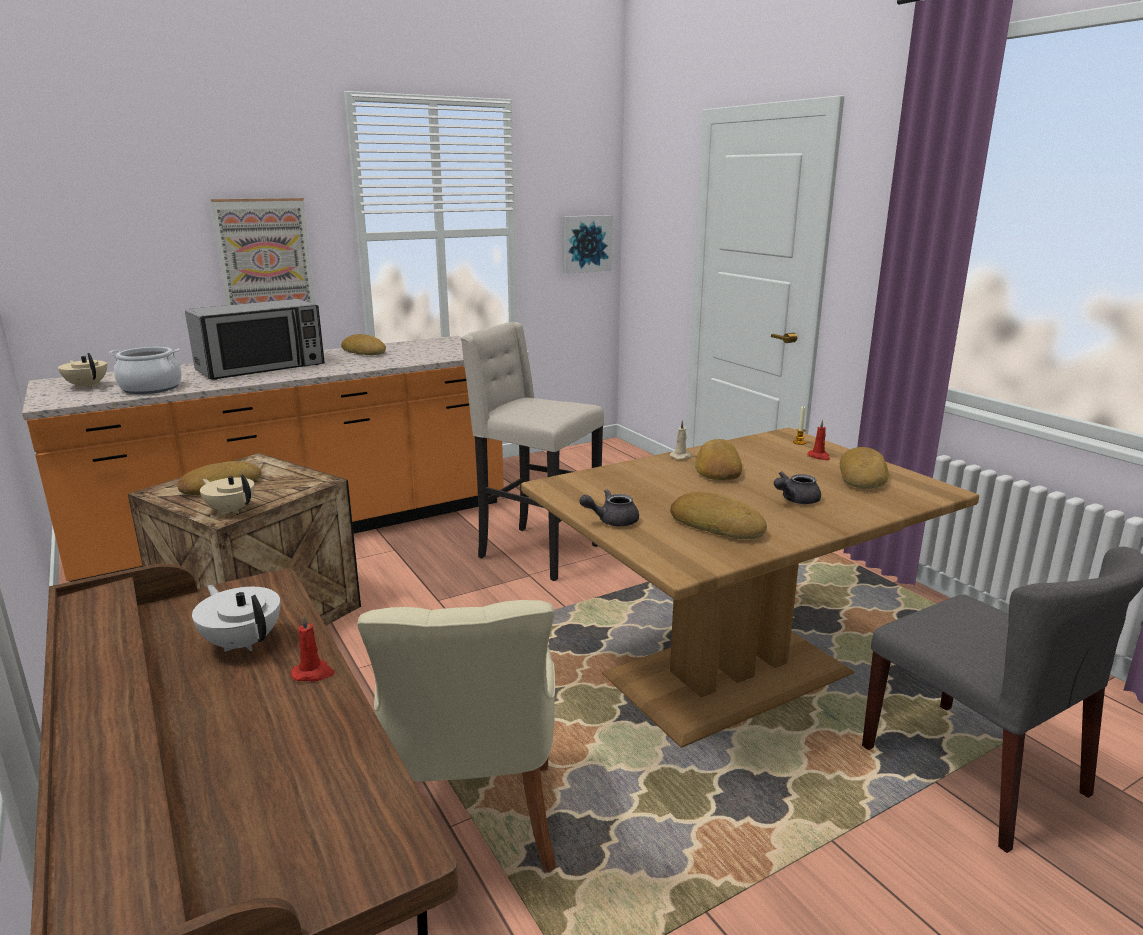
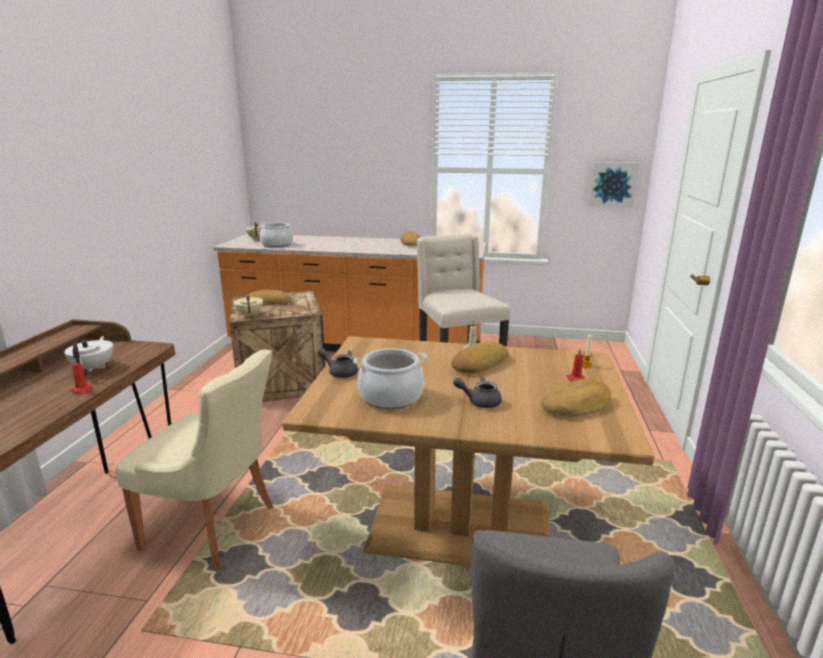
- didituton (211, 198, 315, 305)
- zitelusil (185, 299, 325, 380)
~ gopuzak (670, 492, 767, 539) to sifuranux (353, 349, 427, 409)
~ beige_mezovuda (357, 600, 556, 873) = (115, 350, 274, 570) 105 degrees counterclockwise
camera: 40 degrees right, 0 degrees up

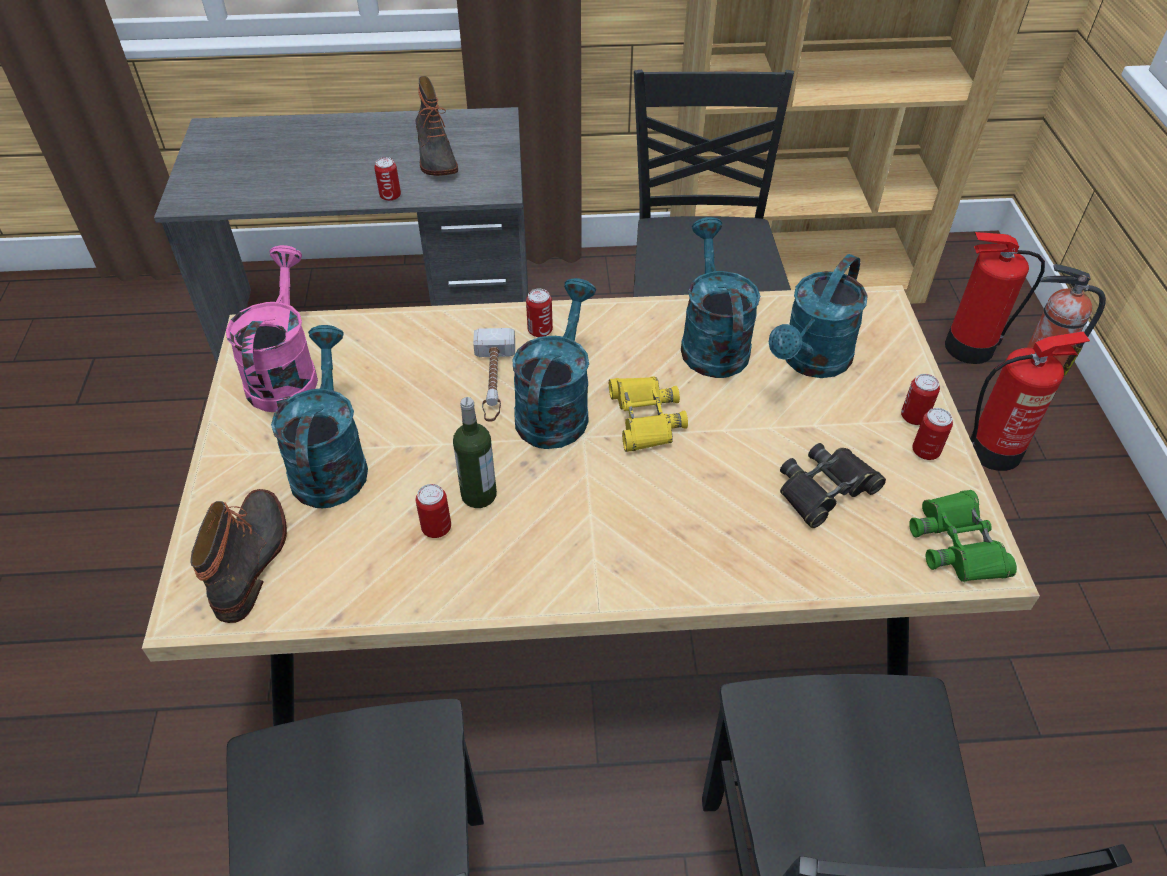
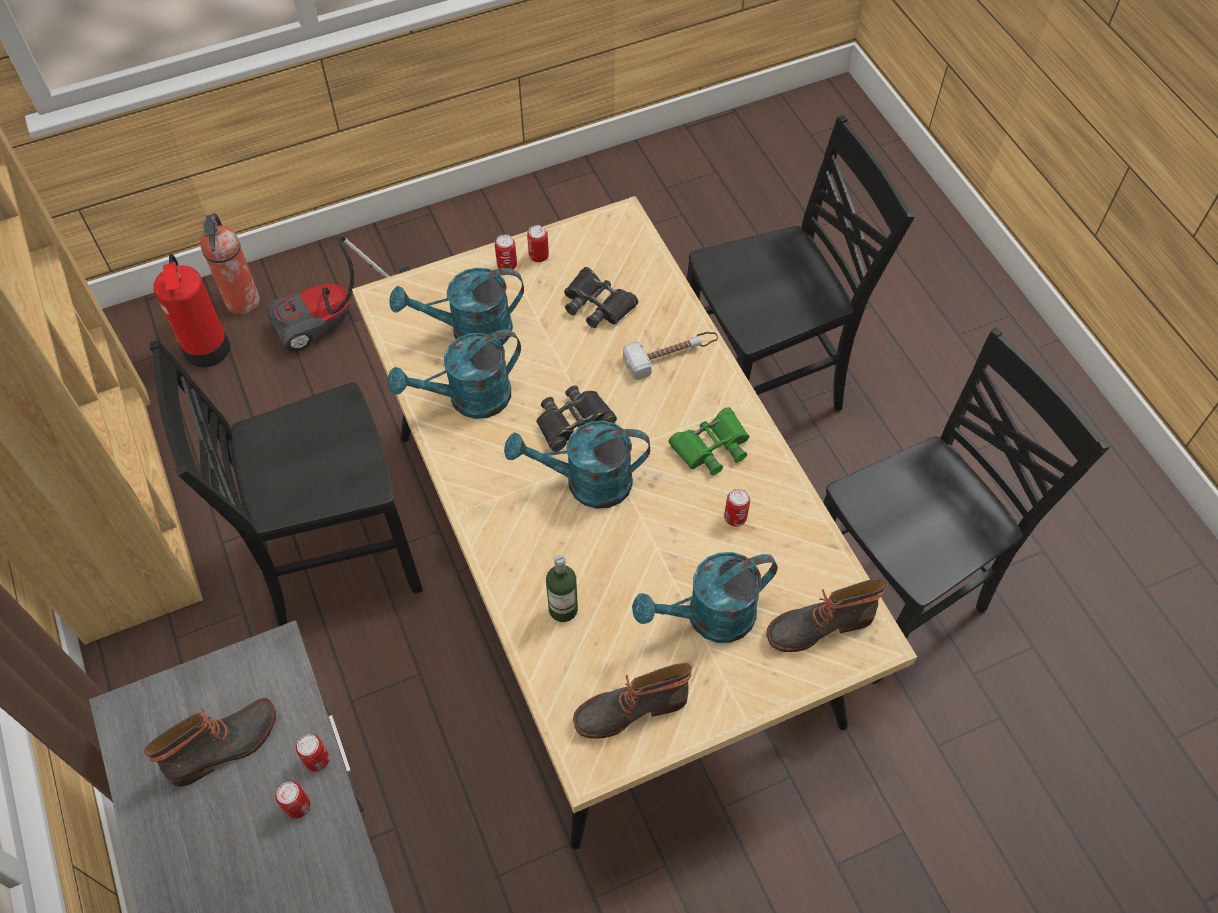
~ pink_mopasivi (226, 245, 318, 412) to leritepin (573, 663, 692, 739)
~ turquoise_mopasivi (769, 254, 868, 378) = (389, 268, 524, 345) 150 degrees clockwise
~ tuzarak (526, 289, 553, 337) to (276, 781, 310, 819)
~ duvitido (473, 328, 515, 422) to (623, 332, 718, 380)
~ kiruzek (970, 332, 1090, 471) to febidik (267, 234, 411, 352)
~ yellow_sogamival (609, 376, 688, 452) to black_sogamival (536, 385, 617, 452)
~ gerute (453, 397, 497, 508) to (546, 555, 578, 622)
~ green_sogamival (909, 490, 1017, 582) to (668, 407, 749, 475)
camera: 110 degrees left, 10 degrees up

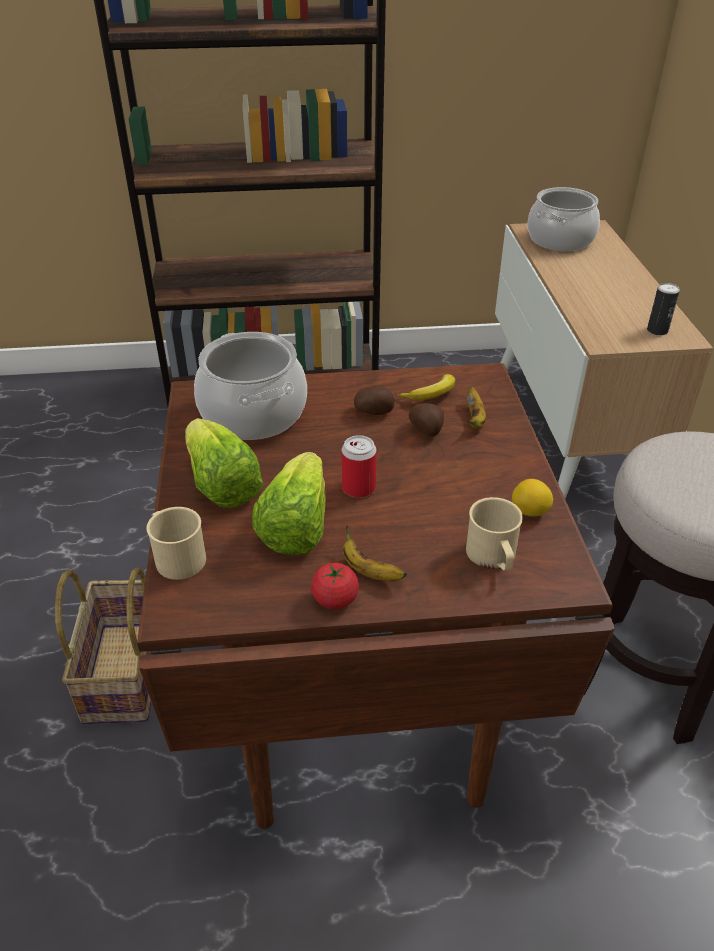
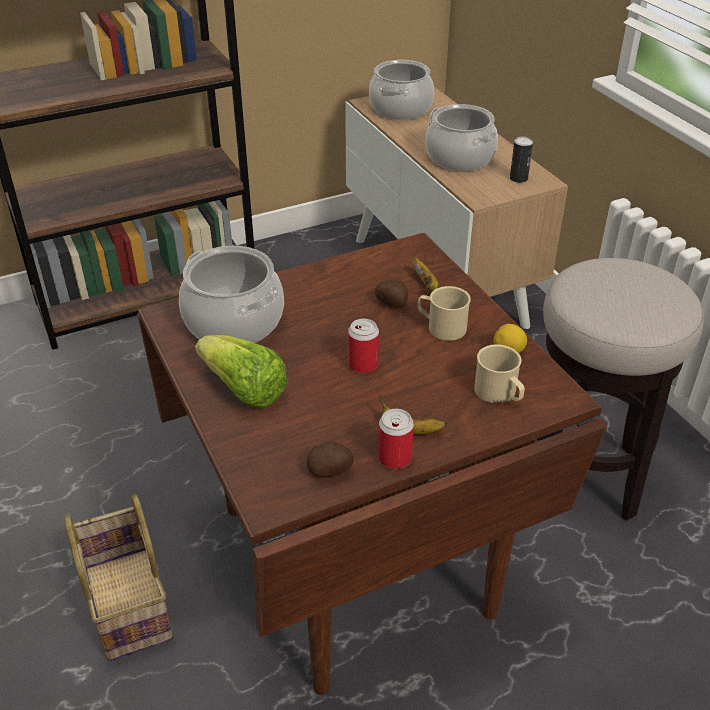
- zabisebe (397, 374, 455, 400)
~ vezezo (354, 385, 395, 415) to (307, 441, 354, 477)
- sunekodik (252, 452, 326, 555)
~ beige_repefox (146, 507, 206, 580) to (418, 286, 471, 341)
~ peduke (311, 563, 359, 609) to tuzarak (378, 409, 414, 469)
+ sifuranux (425, 104, 498, 171)
camera: 20 degrees left, 0 degrees up

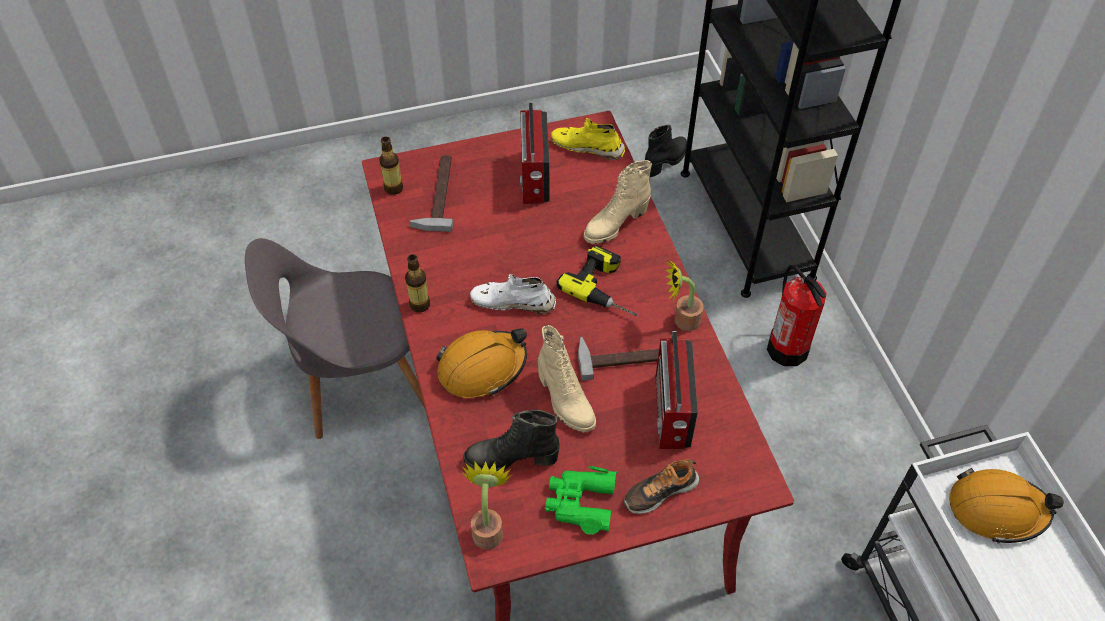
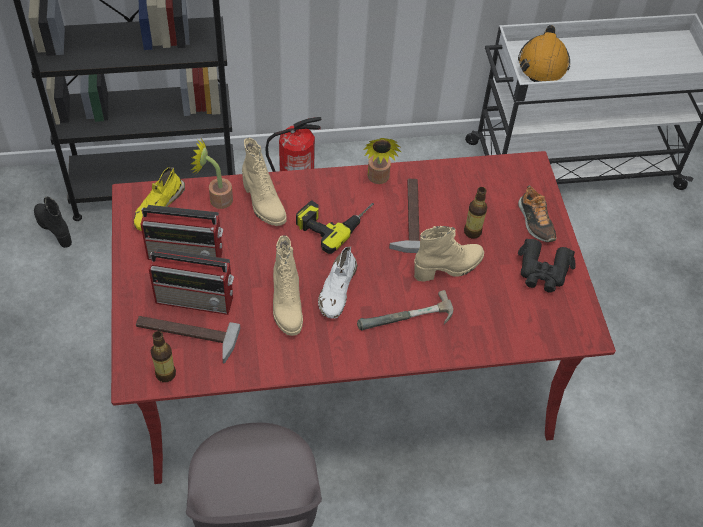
~ gerute (405, 254, 430, 312) to (464, 187, 487, 239)
~ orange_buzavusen (436, 328, 527, 398) to duvitido (357, 290, 453, 331)
~ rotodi (655, 331, 698, 449) to (149, 248, 234, 315)
- black_leritepin (464, 410, 560, 471)
~ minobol (460, 460, 513, 550) to (191, 137, 233, 209)
~ green_sogamival (545, 466, 617, 535) to black_sogamival (518, 239, 576, 293)
+ beige_leritepin (273, 235, 303, 336)
camera: 85 degrees left, 0 degrees up

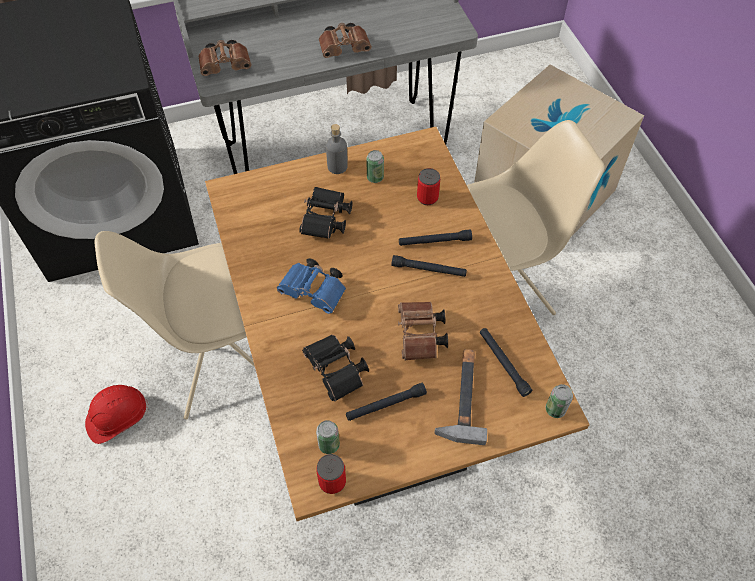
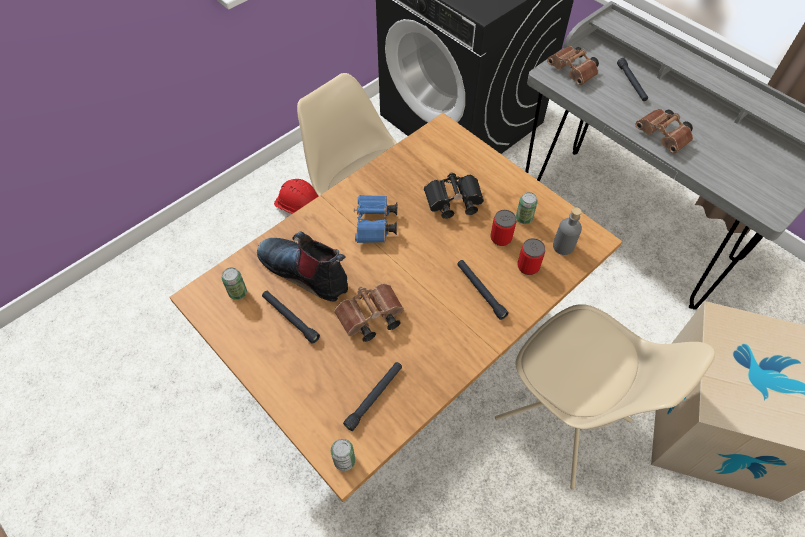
~ grey_gerute (326, 124, 348, 174) to (553, 207, 582, 255)
~ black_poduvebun (391, 255, 467, 277) to (617, 58, 648, 101)
~ black_sogamival (302, 335, 369, 402) to leritepin (257, 231, 348, 301)
- duvitido (434, 349, 487, 445)
~ tuzarak (316, 454, 346, 494) to (490, 210, 516, 246)
camera: 65 degrees right, 0 degrees up

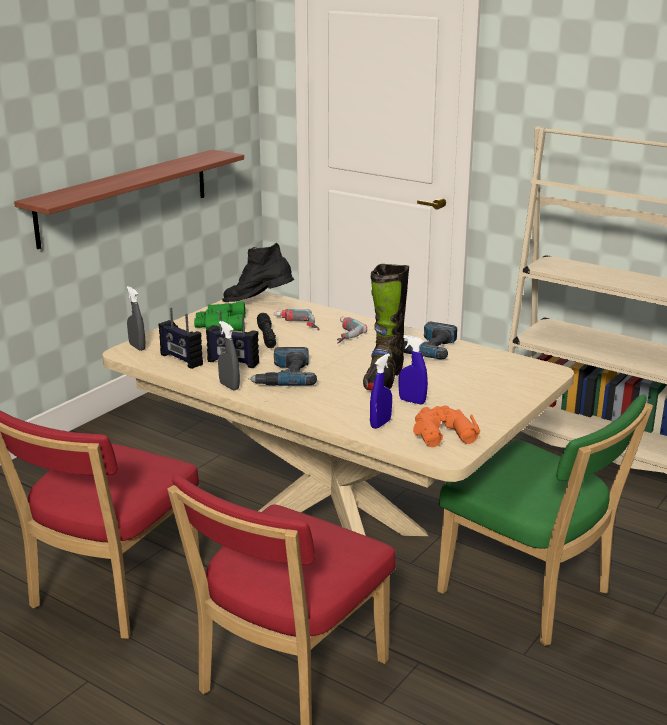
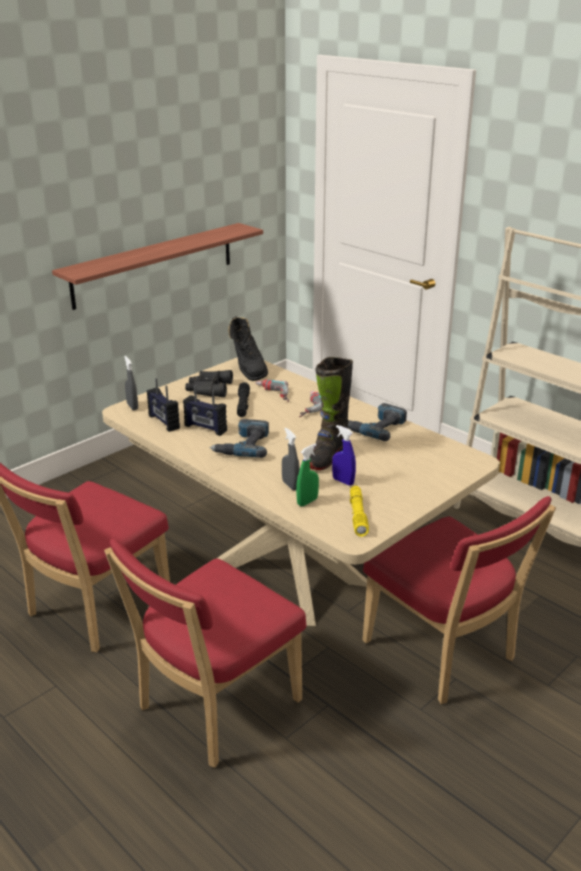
~ black_leritepin (222, 243, 294, 302) = (228, 316, 268, 381) 120 degrees counterclockwise
~ green_sogamival (194, 301, 245, 331) to black_sogamival (185, 370, 233, 397)
~ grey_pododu (218, 321, 240, 391) to (282, 428, 300, 491)
~ blue_pododu (370, 353, 392, 429) to green_pododu (296, 443, 319, 506)
~ green_mezovuda (437, 394, 653, 646) to red_mezovuda (362, 496, 556, 704)
~ orange_sogamival (413, 405, 480, 447) to yellow_poduvebun (350, 486, 369, 537)
camera: 10 degrees right, 5 degrees up

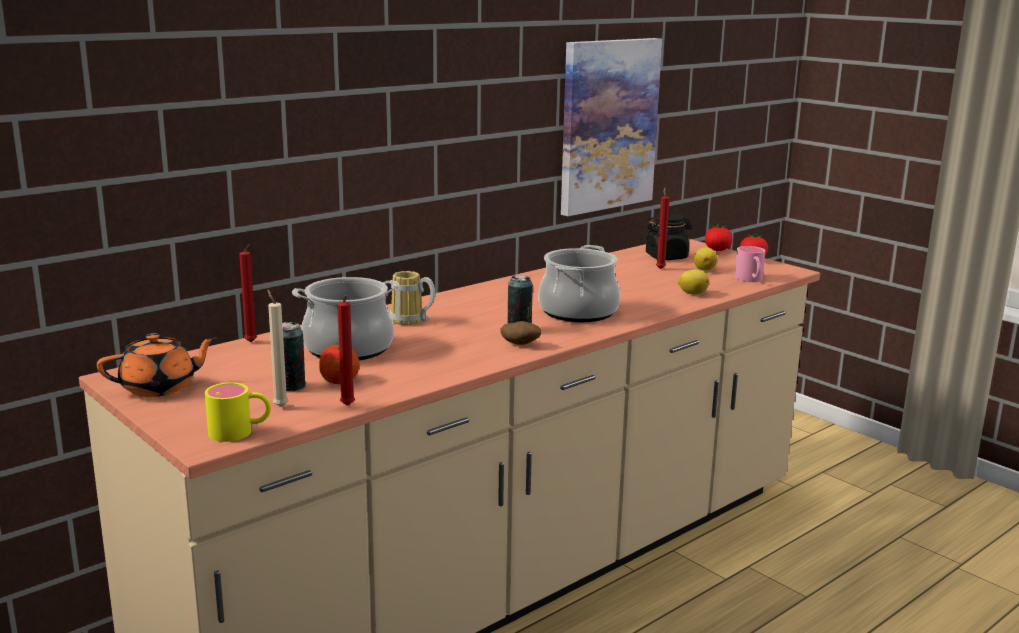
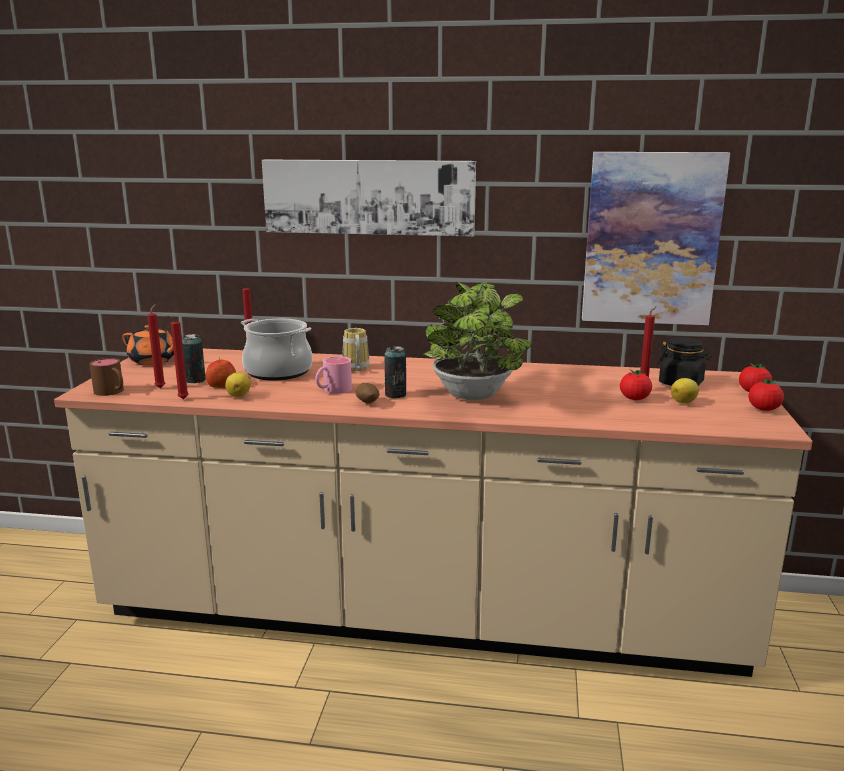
~ sifuranux (538, 245, 620, 322) to minobol (424, 282, 532, 400)
~ pink_repefox (734, 246, 766, 282) to (315, 356, 352, 394)
~ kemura (678, 269, 709, 295) to (225, 372, 250, 397)
~ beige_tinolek (267, 289, 288, 407) to red_tinolek (147, 304, 166, 388)
~ yellow_repefox (205, 382, 271, 442) to brown_repefox (89, 358, 124, 396)
+ didituton (262, 160, 476, 236)
+ peduke (620, 370, 652, 400)
camera: 50 degrees right, 0 degrees up

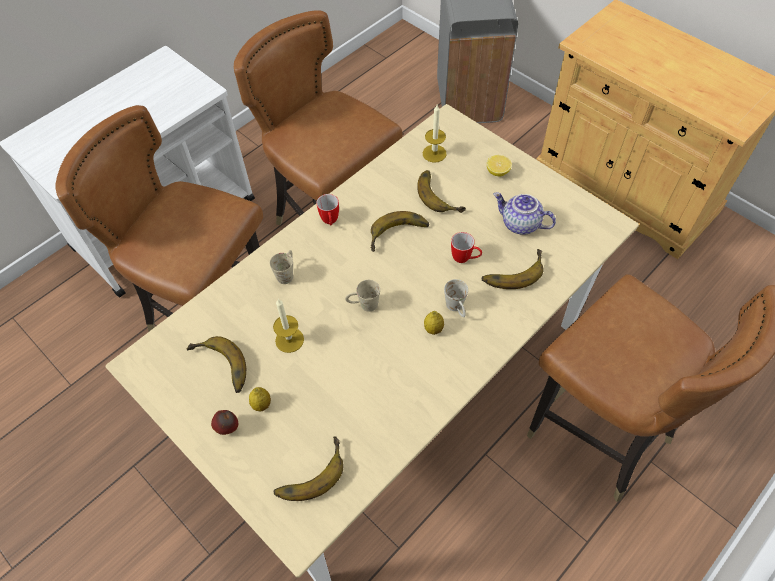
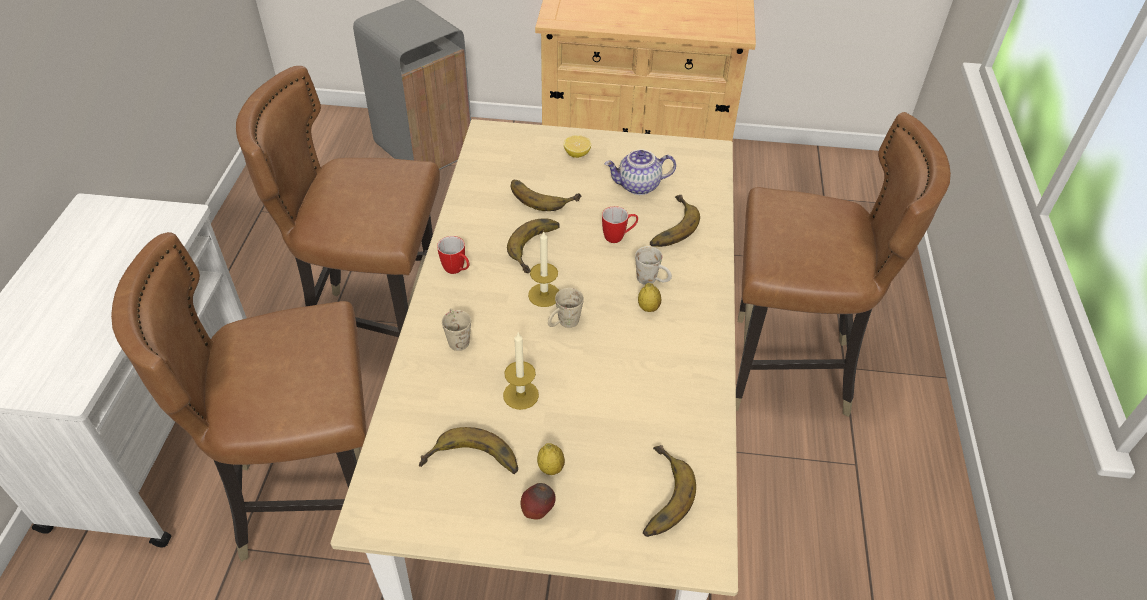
~ tinolek (423, 105, 447, 163) to (528, 230, 559, 307)
camera: 40 degrees left, 10 degrees down

